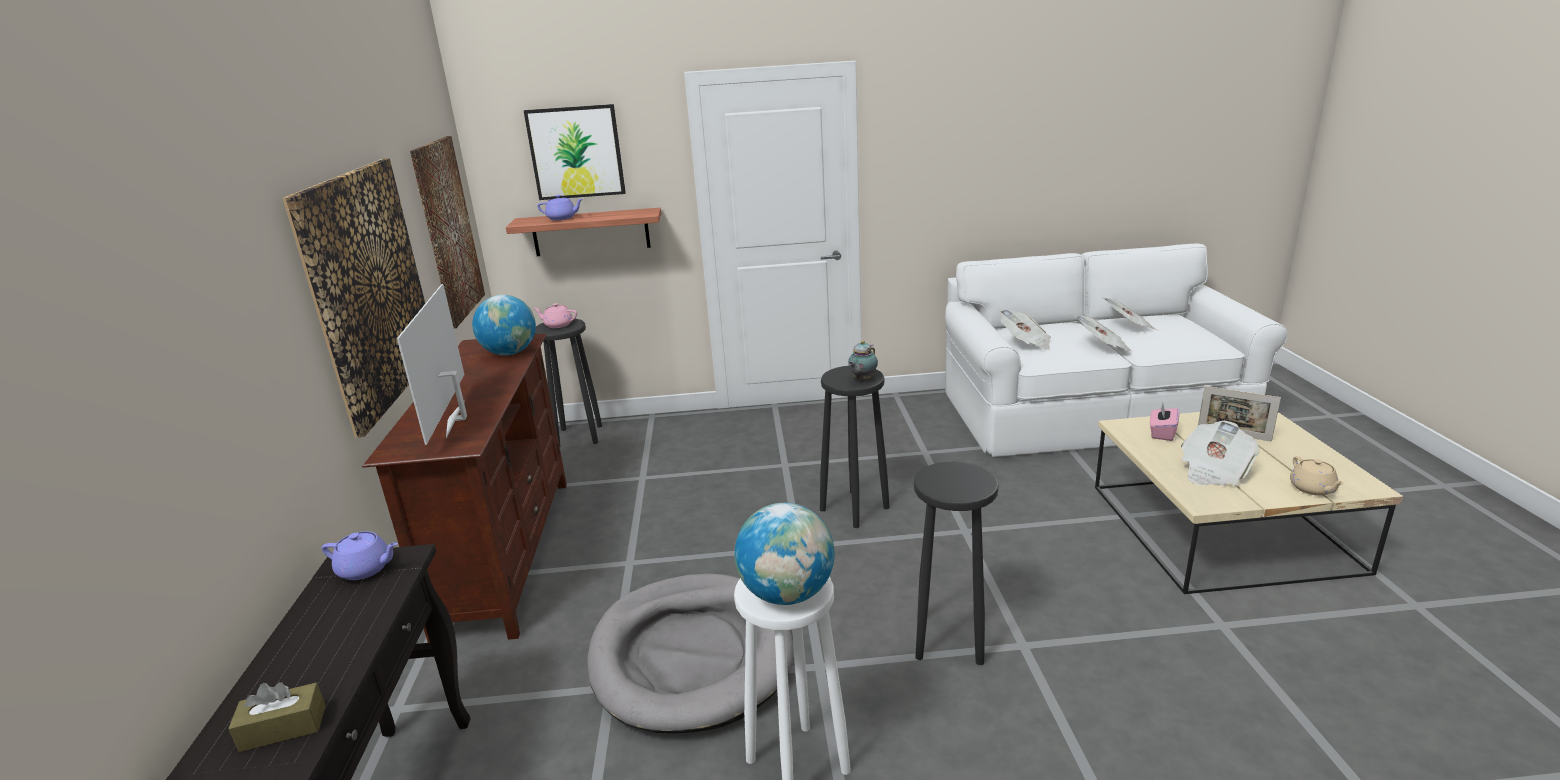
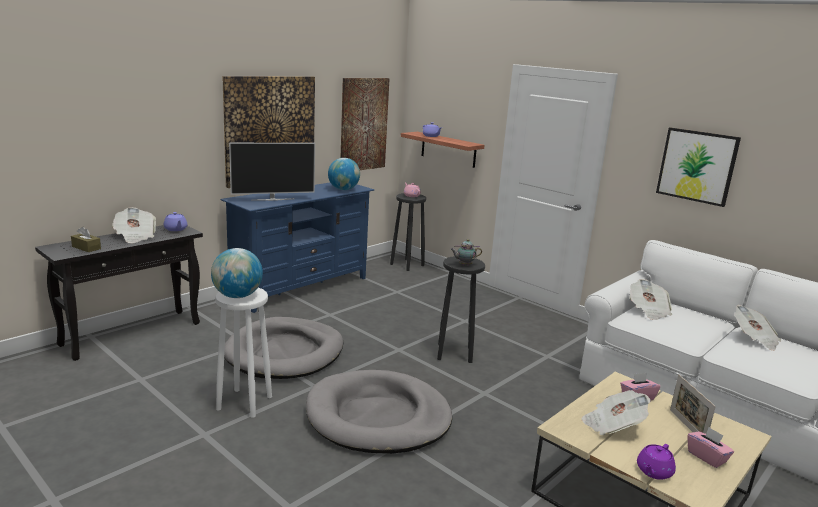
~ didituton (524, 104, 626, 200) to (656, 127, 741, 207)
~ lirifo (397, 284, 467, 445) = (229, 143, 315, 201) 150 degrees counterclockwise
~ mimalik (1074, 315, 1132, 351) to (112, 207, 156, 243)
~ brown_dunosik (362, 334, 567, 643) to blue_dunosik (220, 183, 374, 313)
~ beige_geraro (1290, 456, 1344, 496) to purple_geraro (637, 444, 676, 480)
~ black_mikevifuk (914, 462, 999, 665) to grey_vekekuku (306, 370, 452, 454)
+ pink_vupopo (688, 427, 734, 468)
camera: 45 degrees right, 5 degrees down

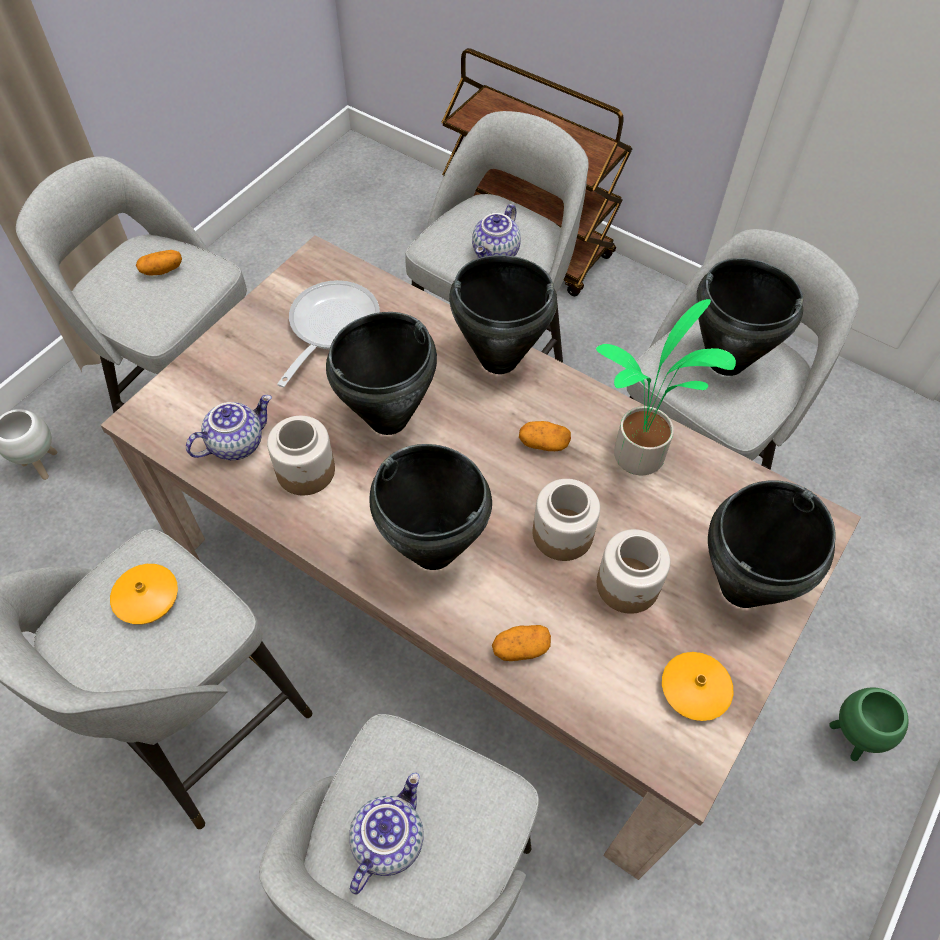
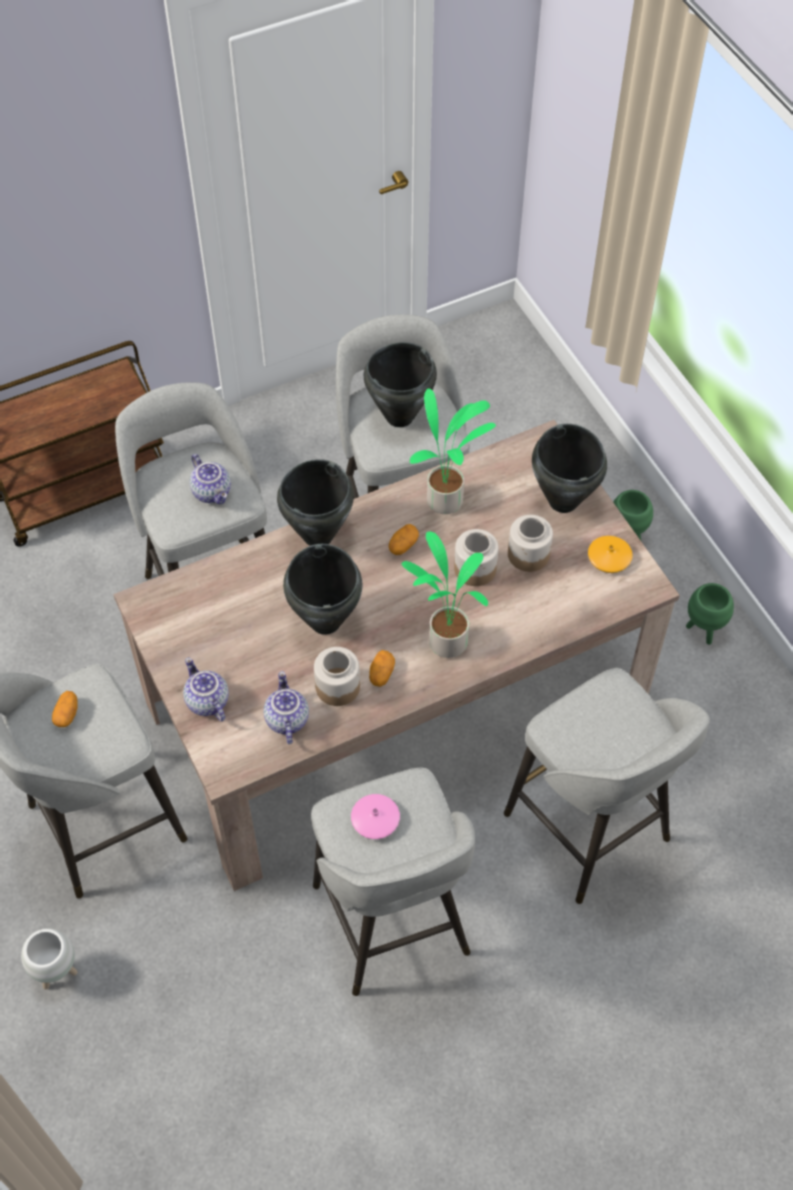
- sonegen (277, 280, 380, 387)
~ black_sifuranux (369, 444, 492, 570) to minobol (401, 532, 488, 658)
~ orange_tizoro (110, 564, 178, 625) to pink_tizoro (351, 794, 400, 839)
~ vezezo (492, 625, 551, 661) to (369, 650, 395, 687)
~ geraro (349, 773, 424, 895) to (183, 657, 229, 722)
+ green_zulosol (686, 583, 734, 645)
camera: 60 degrees left, 0 degrees up

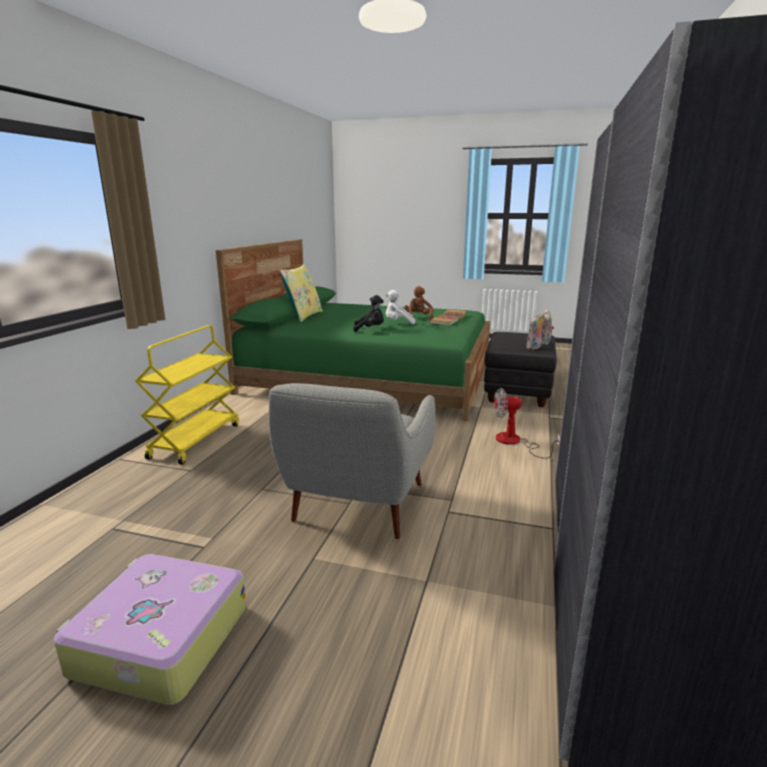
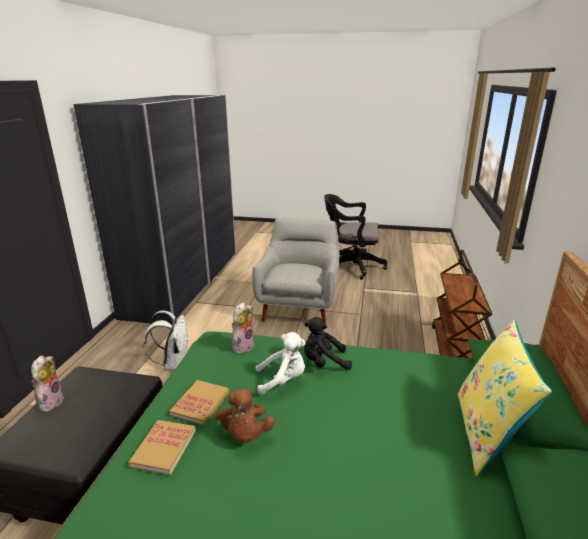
~ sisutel (526, 313, 544, 350) to (232, 302, 254, 354)
~ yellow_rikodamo (135, 325, 239, 465) to brown_rikodamo (432, 250, 492, 358)
~ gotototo (494, 388, 560, 459) to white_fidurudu (143, 310, 189, 370)
~ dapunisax (54, 554, 247, 705) to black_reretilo (324, 194, 387, 280)
camera: 175 degrees right, 5 degrees up

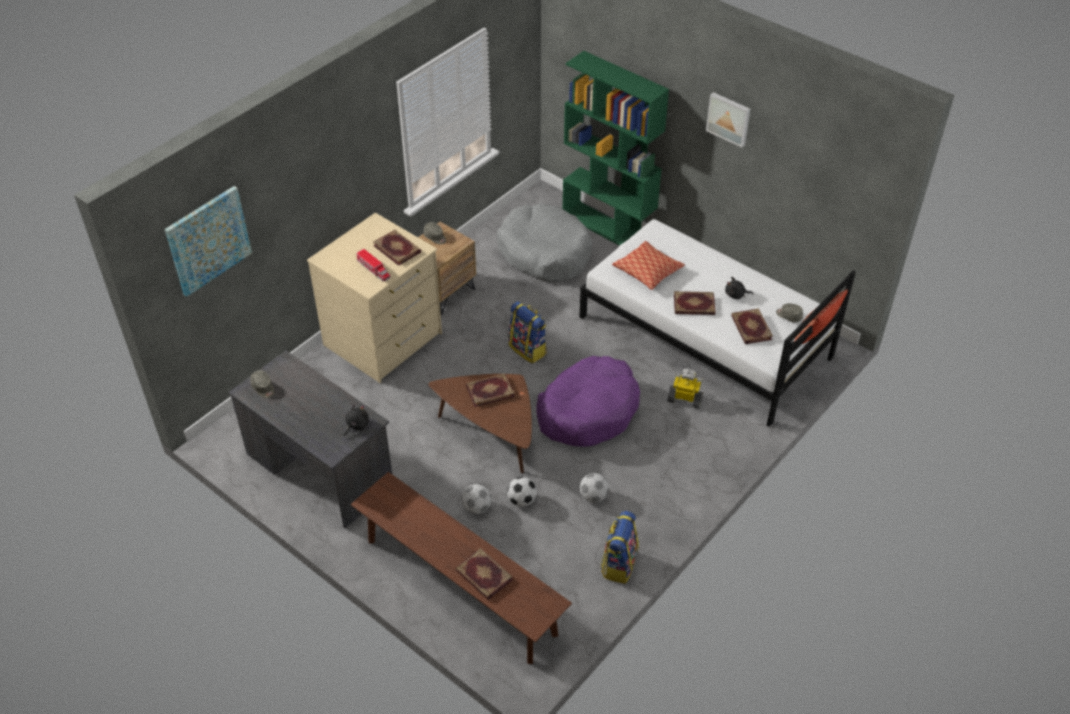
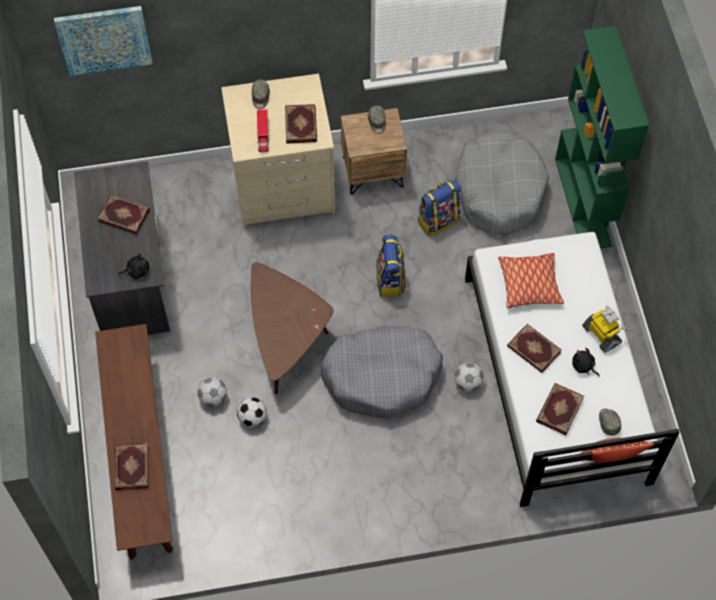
- didituton (706, 92, 750, 147)
~ purple_vekekuku (536, 356, 640, 447) to grey_vekekuku (321, 326, 443, 419)
~ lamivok (667, 369, 704, 409) to (582, 306, 627, 353)
~ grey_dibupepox (251, 370, 274, 398) to (252, 79, 270, 109)
~ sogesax (466, 373, 515, 407) to (97, 195, 150, 235)
~ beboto (580, 473, 609, 503) to (454, 362, 484, 392)
~ fidurudu (601, 511, 639, 584) to (418, 180, 461, 237)
camera: 40 degrees right, 15 degrees up

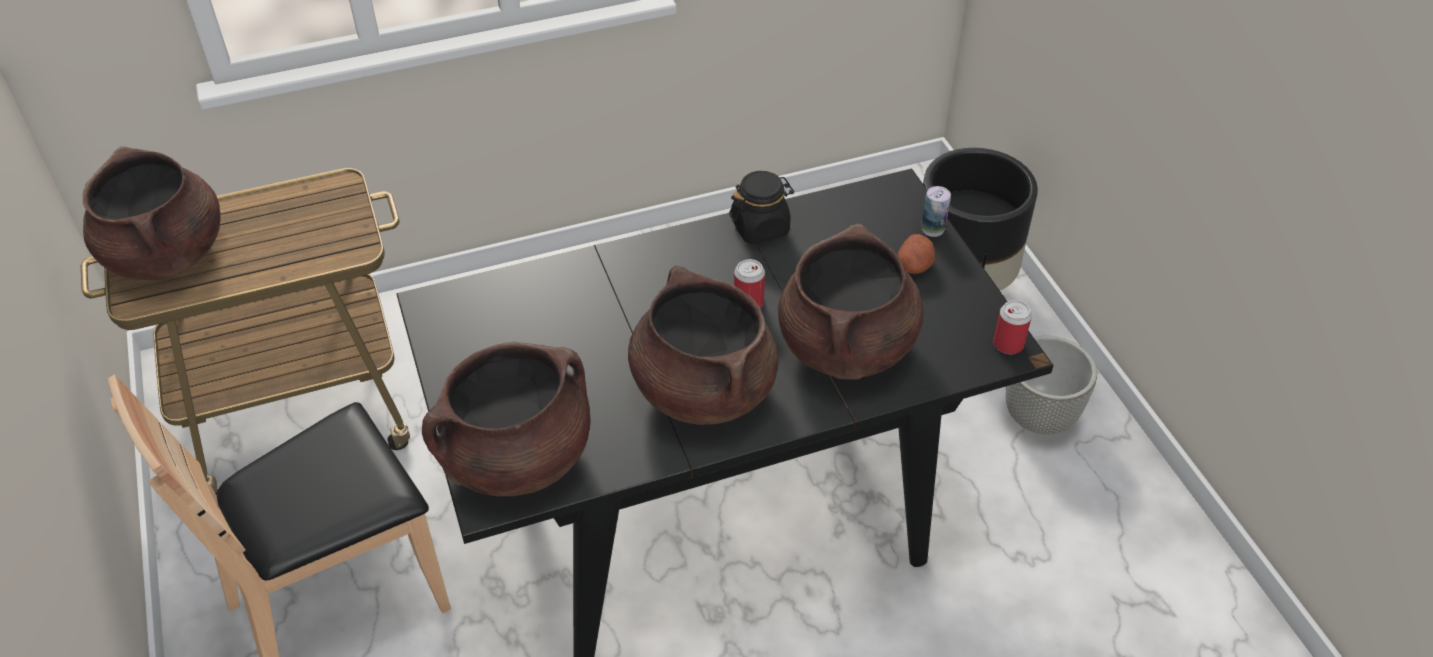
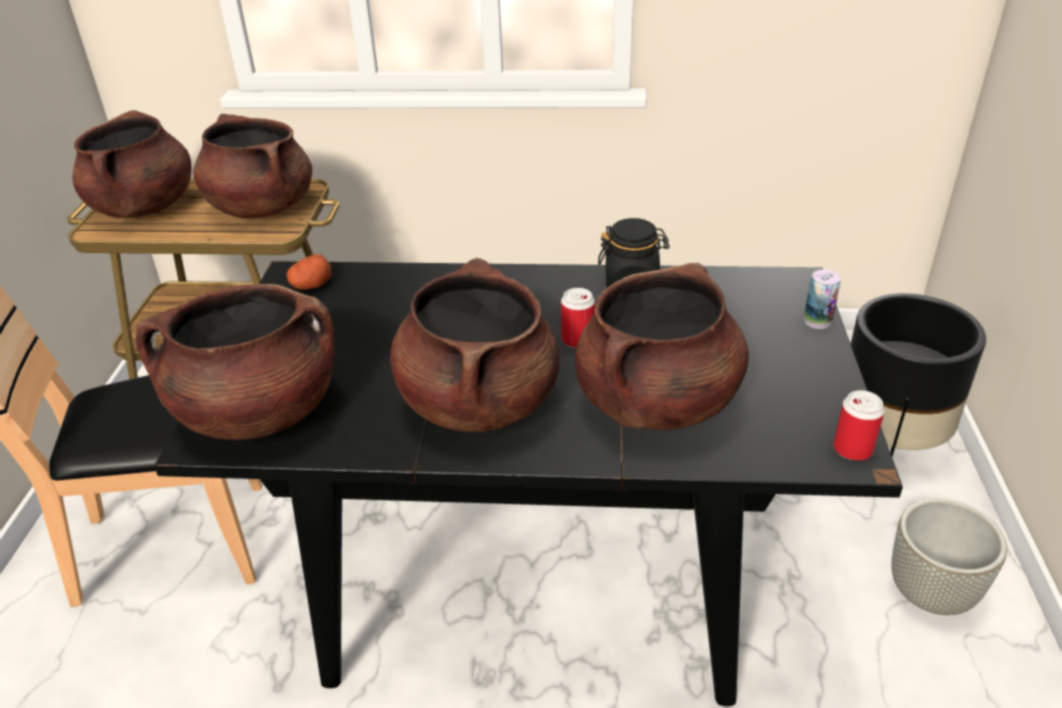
~ vezezo (897, 234, 935, 274) to (286, 254, 331, 290)
+ brown_sifuranux (193, 114, 312, 218)
camera: 25 degrees right, 10 degrees down

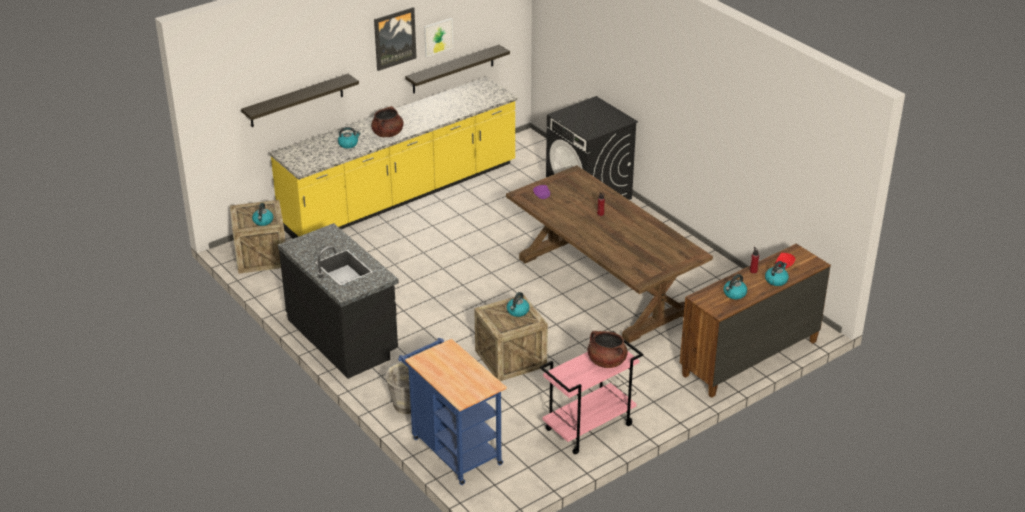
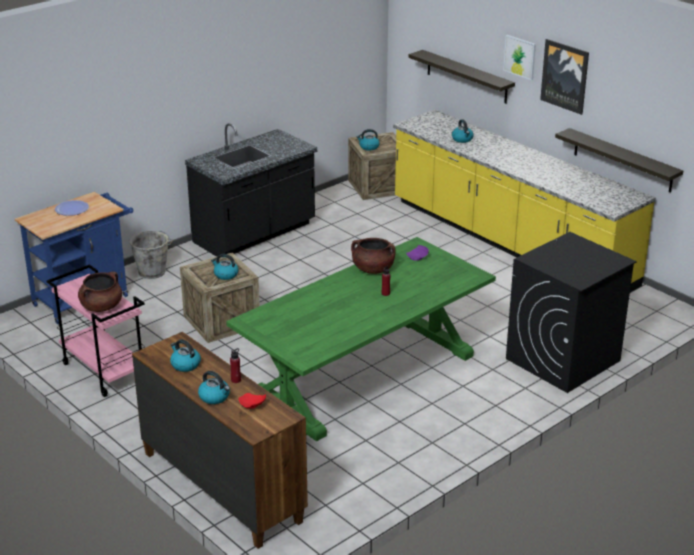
~ didituton (424, 18, 453, 57) to (503, 35, 536, 80)
~ brown_sifuranux (371, 106, 403, 137) to (351, 238, 396, 274)
~ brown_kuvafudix (506, 165, 713, 343) to green_kuvafudix (226, 237, 496, 442)
+ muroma (55, 200, 89, 216)
camera: 85 degrees right, 5 degrees down

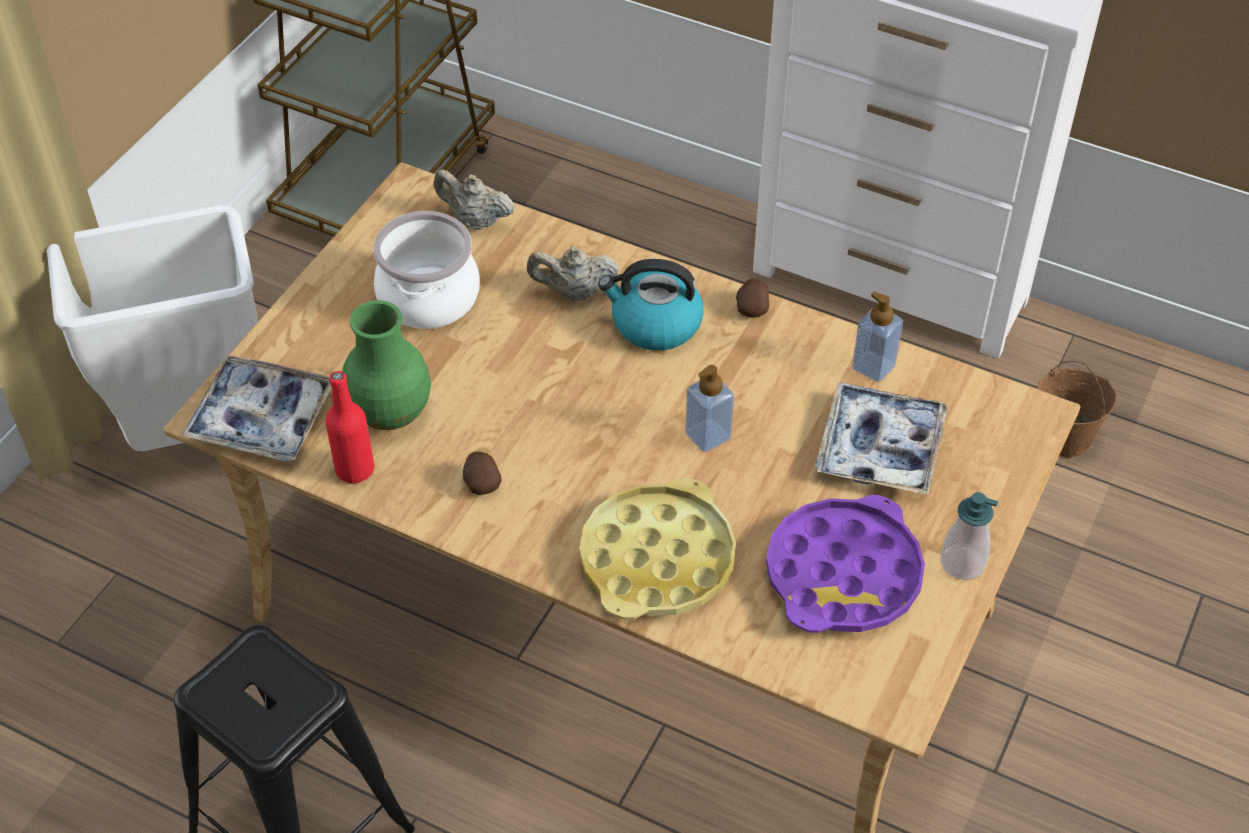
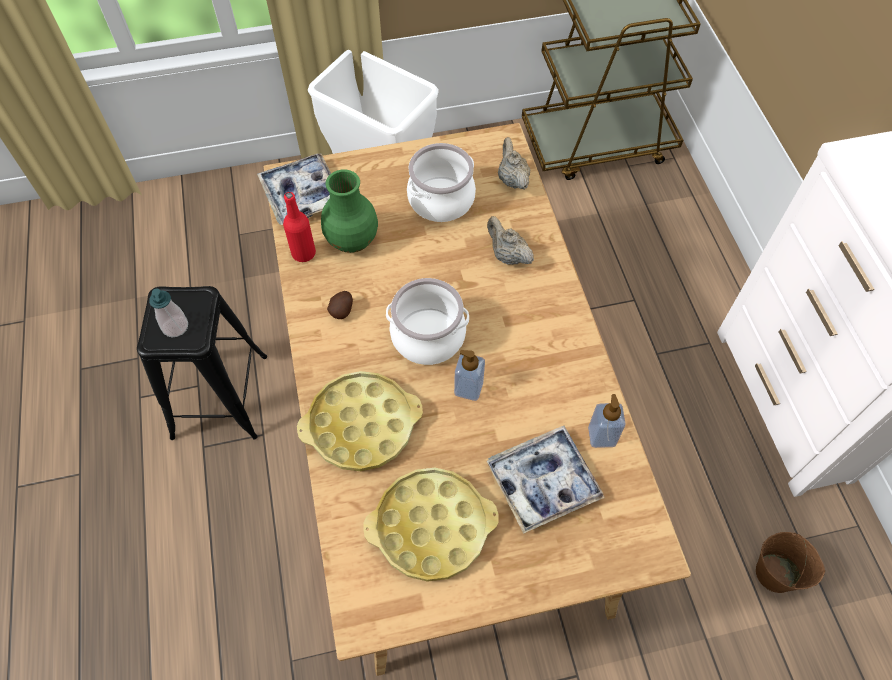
- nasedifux (598, 259, 704, 351)
- vezezo (736, 278, 769, 318)
~ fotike (940, 492, 998, 580) to (149, 289, 188, 337)
~ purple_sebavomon (766, 495, 925, 633) to yellow_sebavomon (363, 468, 498, 582)
+ sifuranux (386, 278, 469, 365)
camera: 50 degrees right, 10 degrees up

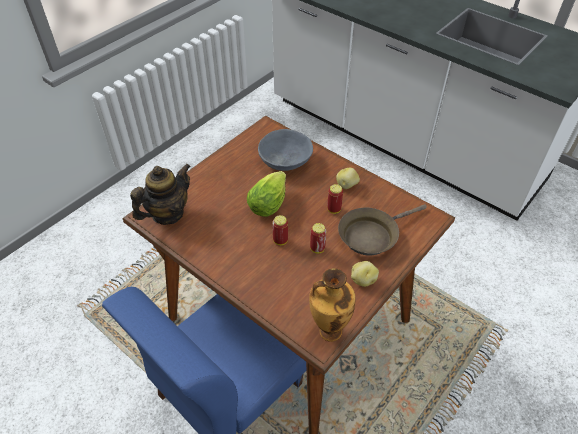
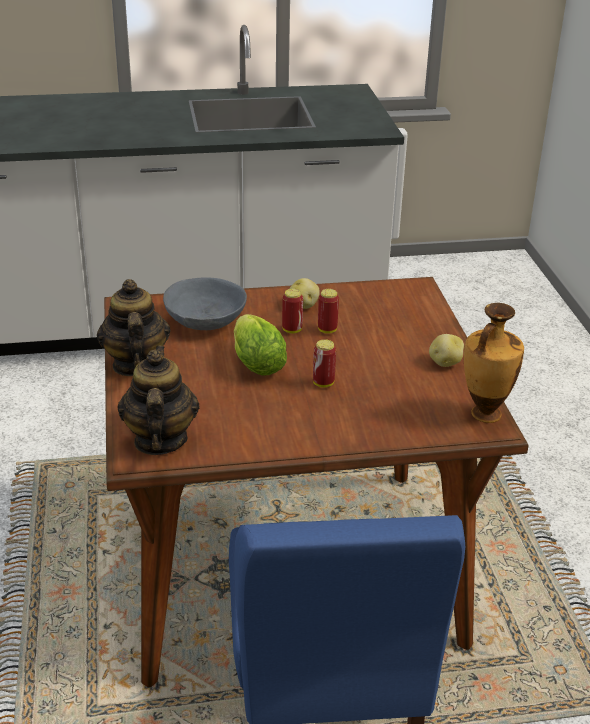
- brown_sonegen (338, 204, 427, 256)
~ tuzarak (310, 223, 326, 253) to (282, 289, 303, 333)
+ geraro (97, 279, 171, 376)
camera: 50 degrees left, 15 degrees down

